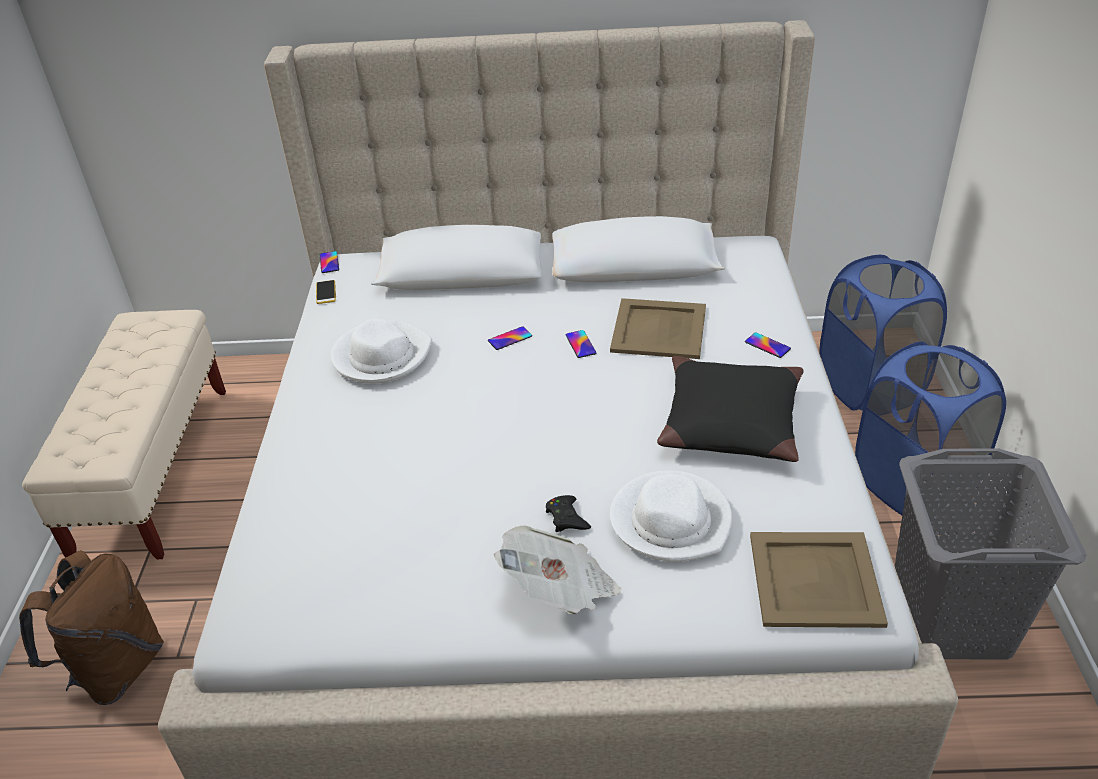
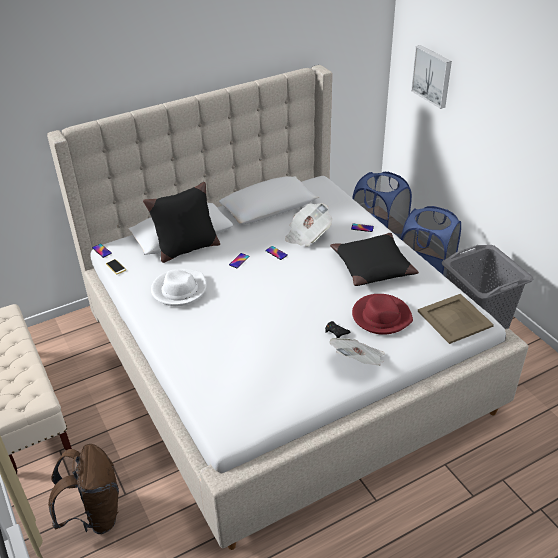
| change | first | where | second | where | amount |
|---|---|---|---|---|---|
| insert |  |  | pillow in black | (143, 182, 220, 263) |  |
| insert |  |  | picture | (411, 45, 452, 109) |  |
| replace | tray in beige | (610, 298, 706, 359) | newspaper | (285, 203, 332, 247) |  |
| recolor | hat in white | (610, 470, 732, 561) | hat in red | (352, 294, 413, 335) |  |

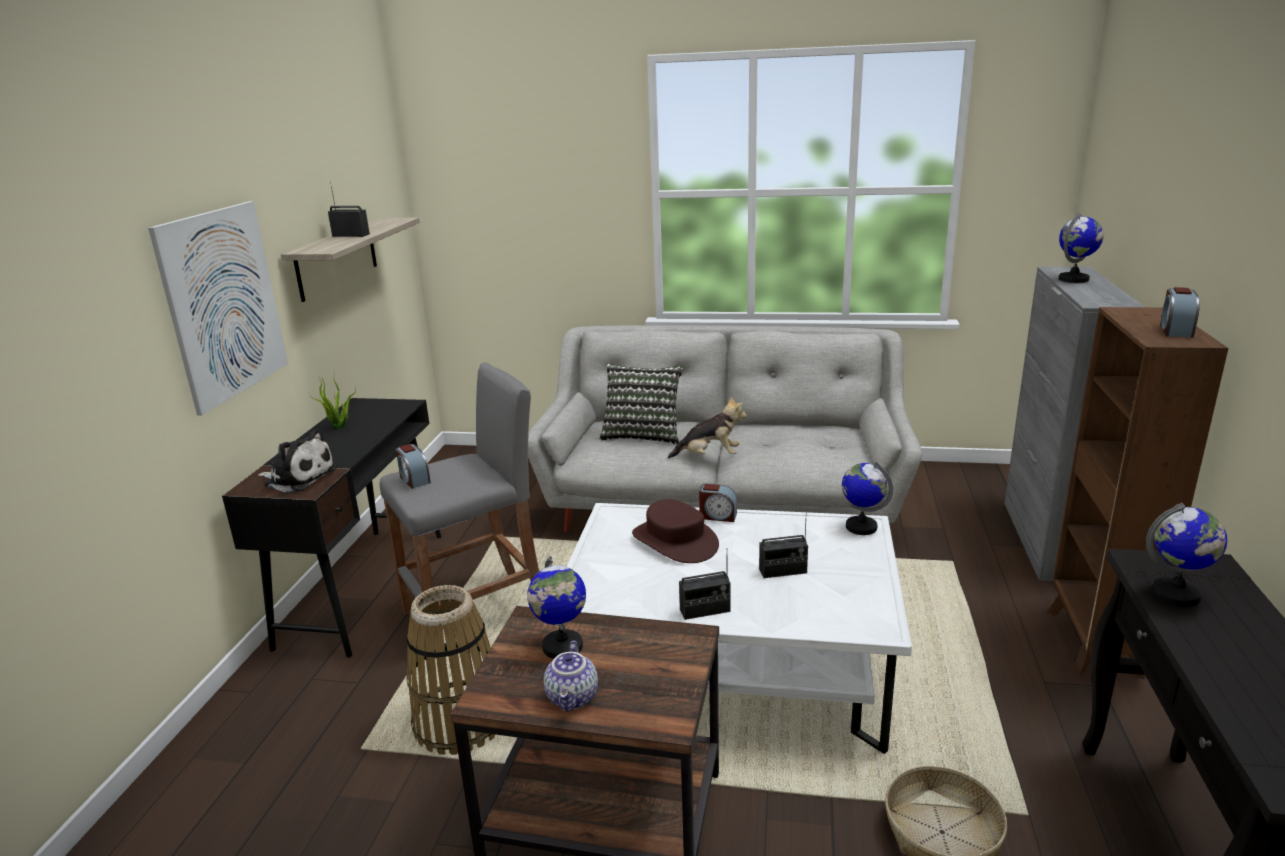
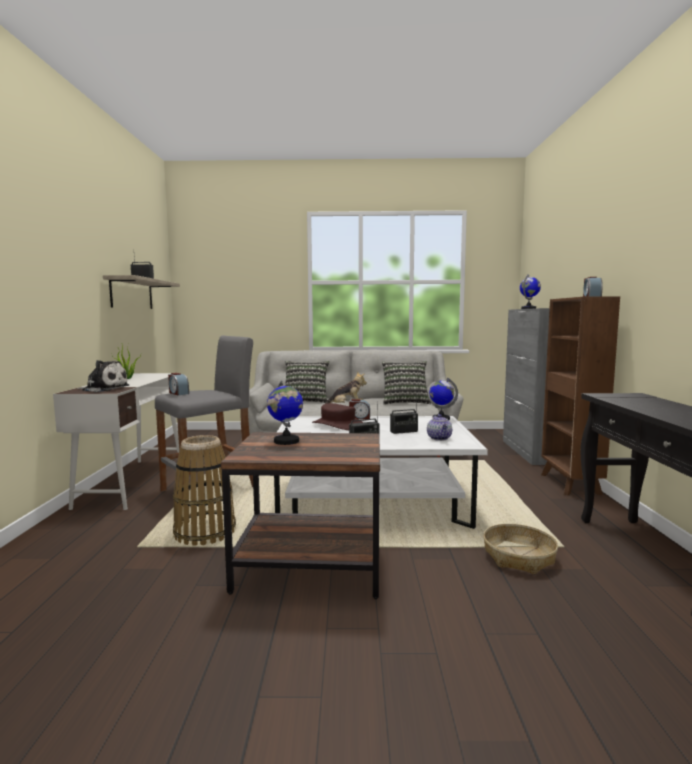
| change | first | where | second | where | amount |
|---|---|---|---|---|---|
| delete | picture | (148, 201, 288, 415) |  |  |  |
| delete | globe | (1146, 503, 1227, 607) |  |  |  |
| insert |  |  | pillow | (382, 361, 431, 405) |  |
| move | teapot | (544, 640, 598, 712) |  | (427, 414, 452, 441) |  |
| recolor | desk in black | (222, 398, 441, 658) | desk in white | (53, 373, 179, 510) |  |

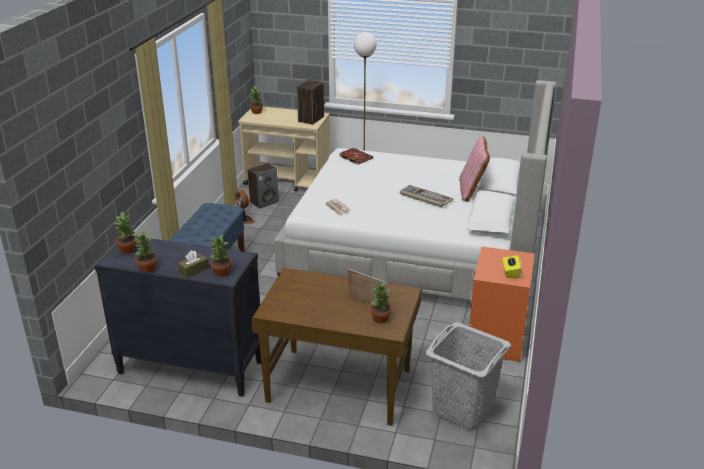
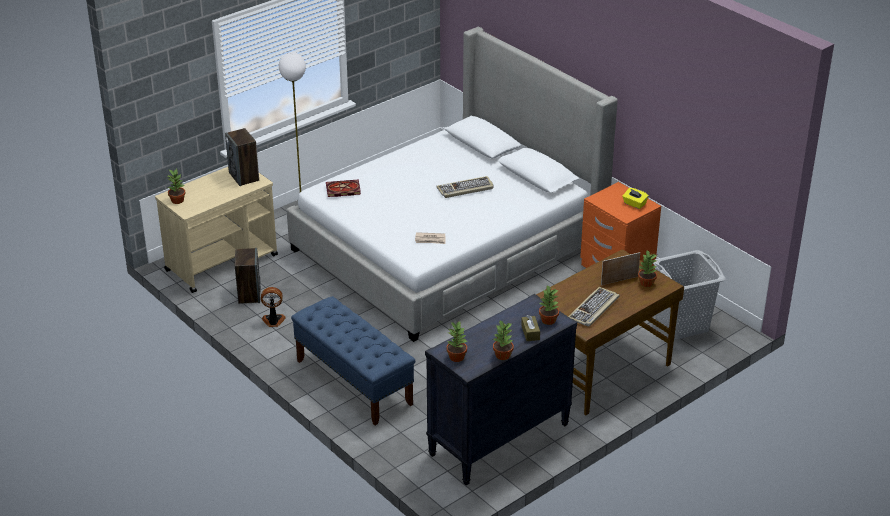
| change | first | where | second | where | amount |
|---|---|---|---|---|---|
| delete | pillow in pink | (459, 136, 490, 202) |  |  |  |
| insert |  |  | keyboard | (568, 287, 620, 327) |  |

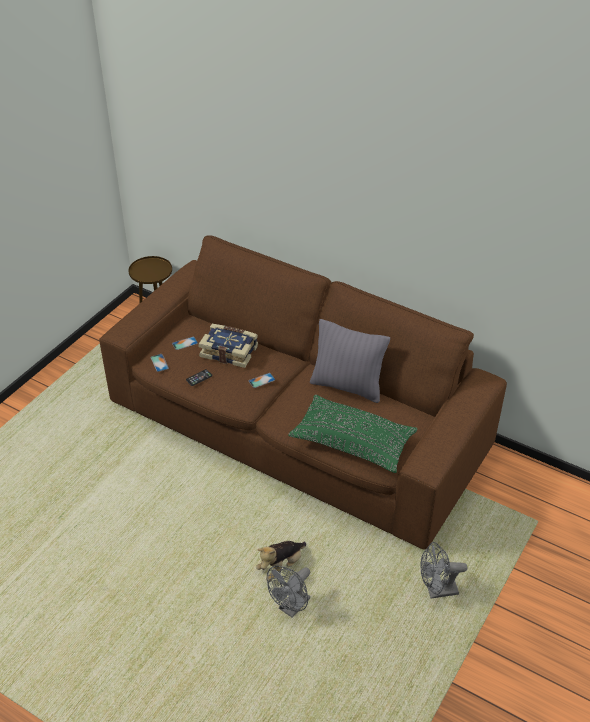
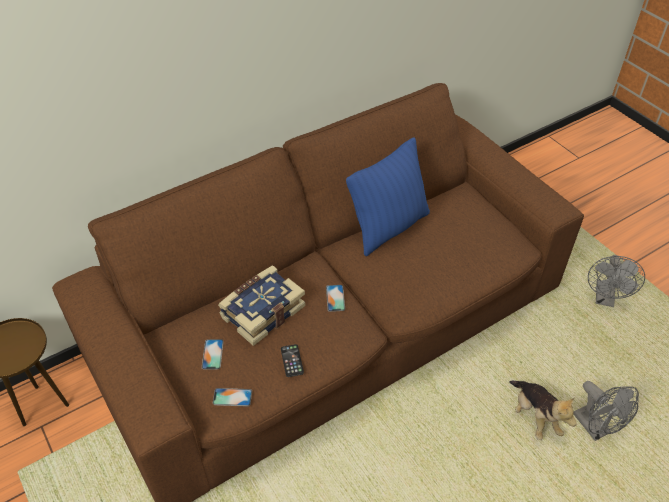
| change | first | where | second | where | amount |
|---|---|---|---|---|---|
| delete | pillow in green | (288, 394, 418, 473) |  |  |  |
| recolor | pillow in grey | (310, 319, 390, 403) | pillow in blue | (346, 137, 430, 256) |  |

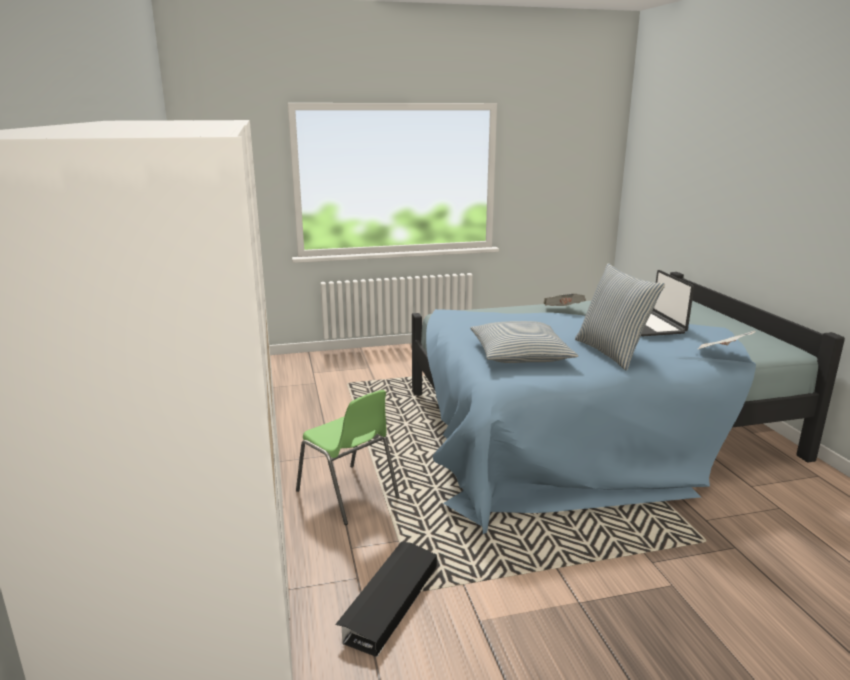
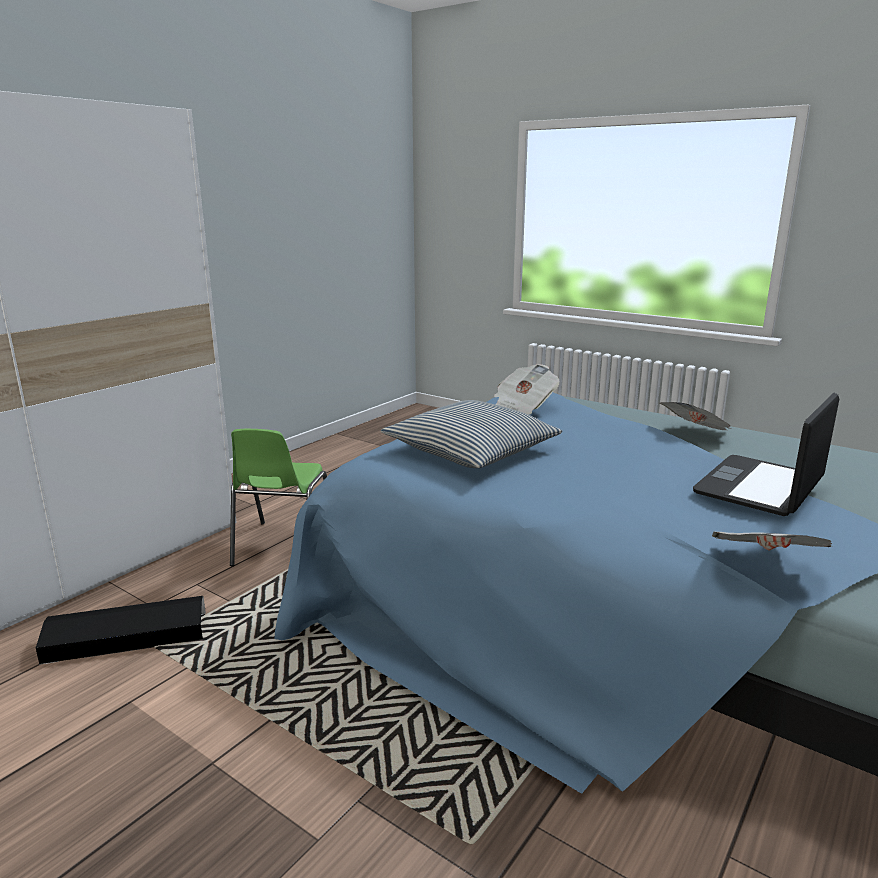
| change | first | where | second | where | amount |
|---|---|---|---|---|---|
| delete | pillow | (575, 263, 665, 371) |  |  |  |
| insert |  |  | newspaper | (494, 364, 559, 415) |  |

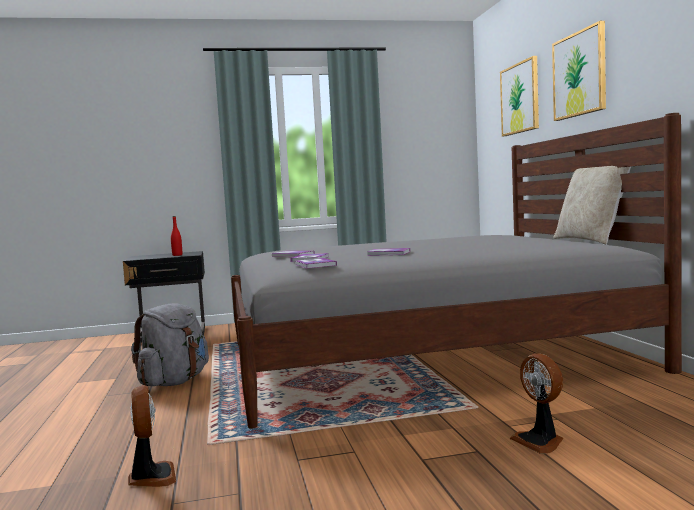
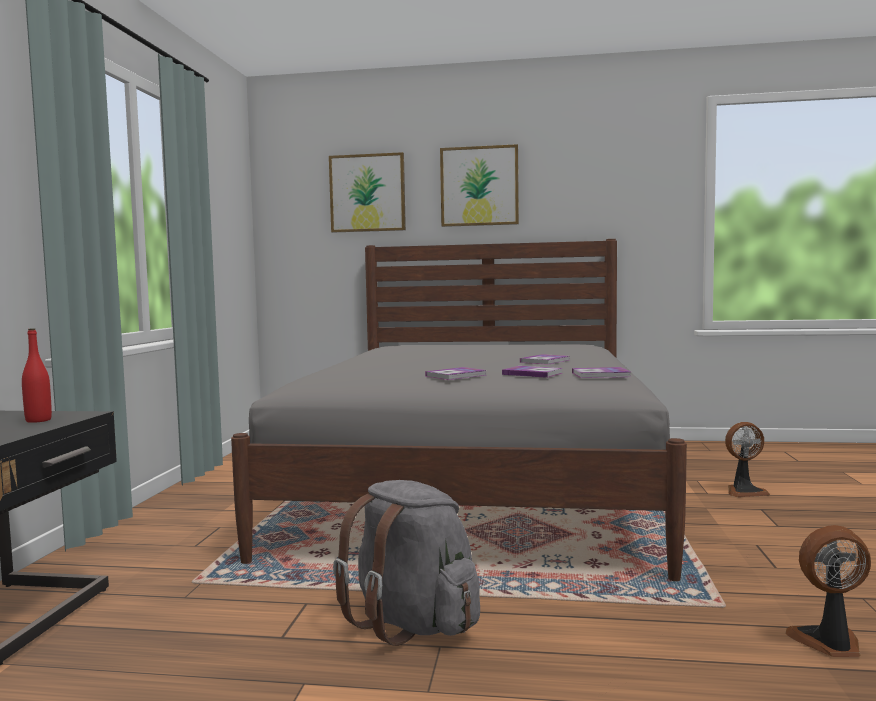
| change | first | where | second | where | amount |
|---|---|---|---|---|---|
| delete | pillow in beige | (554, 166, 631, 245) |  |  |  |

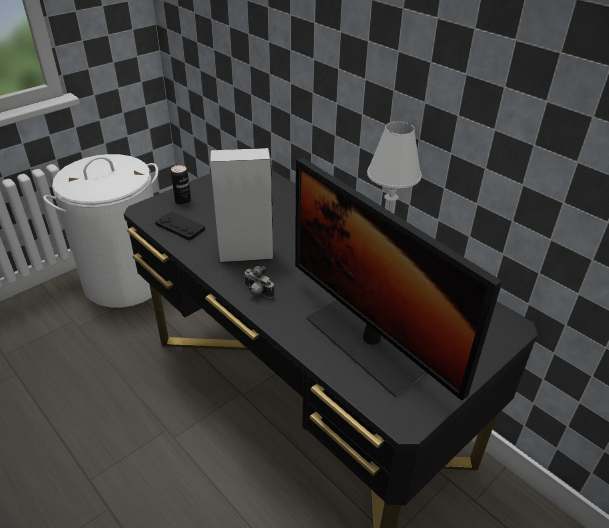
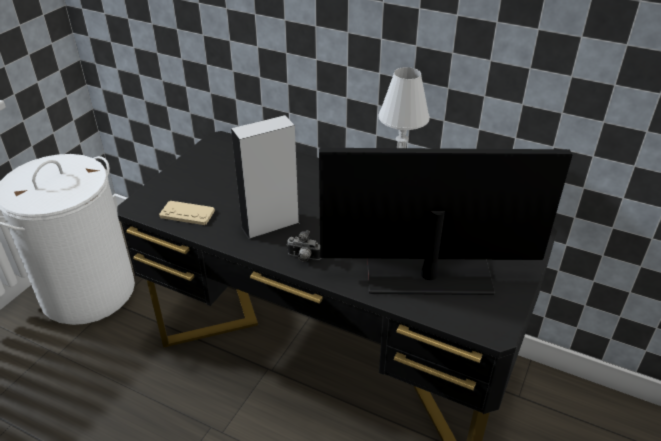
| change | first | where | second | where | amount |
|---|---|---|---|---|---|
| delete | can | (171, 165, 191, 205) |  |  |  |
| recolor | game controller in black | (155, 212, 205, 240) | game controller in beige | (159, 201, 215, 225) |  |
| rotate | monitor | (295, 158, 502, 401) |  | (319, 148, 572, 295) | 150 degrees clockwise |

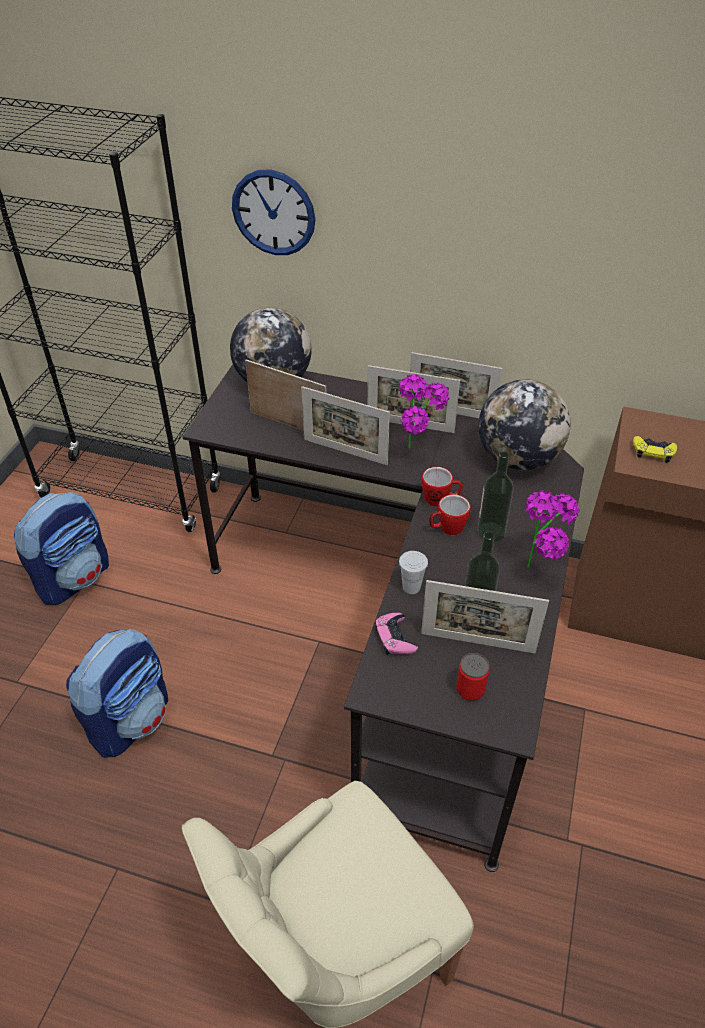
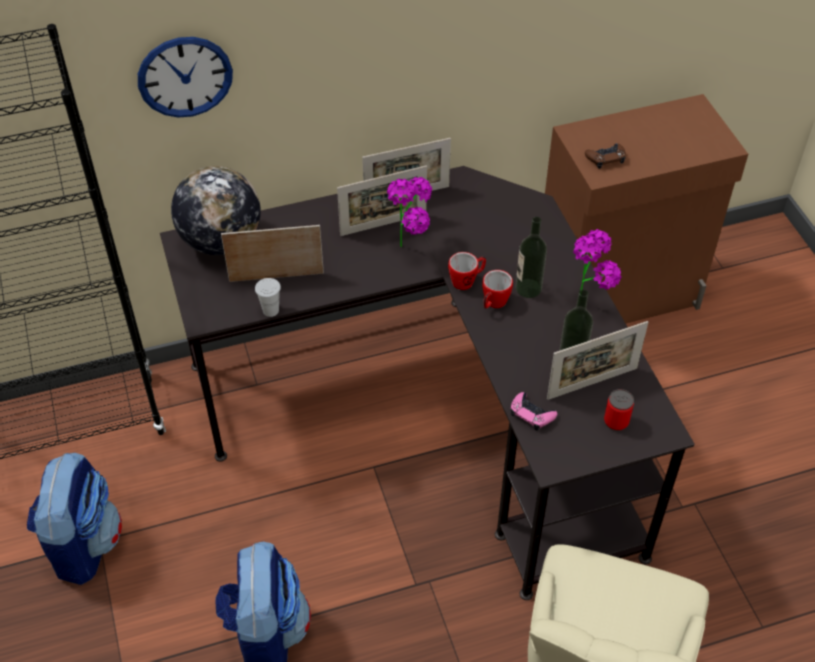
| change | first | where | second | where | amount |
|---|---|---|---|---|---|
| delete | picture frame | (301, 386, 390, 465) |  |  |  |
| delete | globe | (478, 379, 570, 471) |  |  |  |
| move | cup in white | (399, 551, 428, 594) |  | (255, 278, 281, 317) |  |
| recolor | game controller in yellow | (633, 436, 677, 463) | game controller in brown | (585, 143, 626, 169) |  |

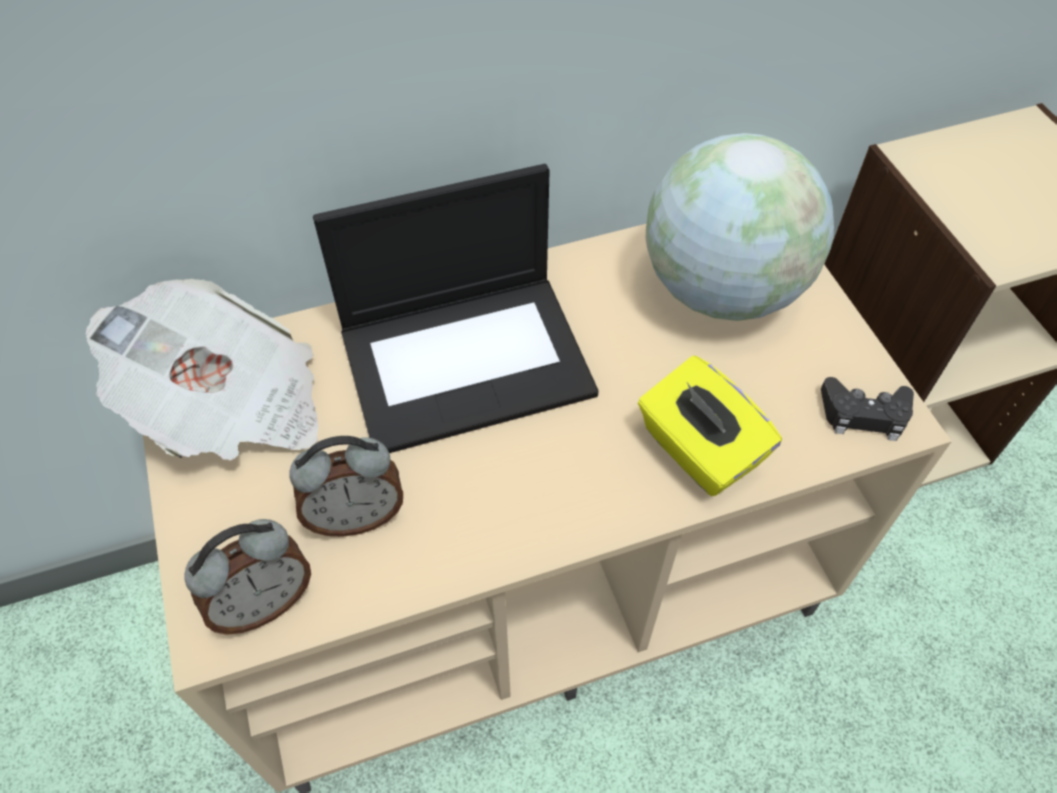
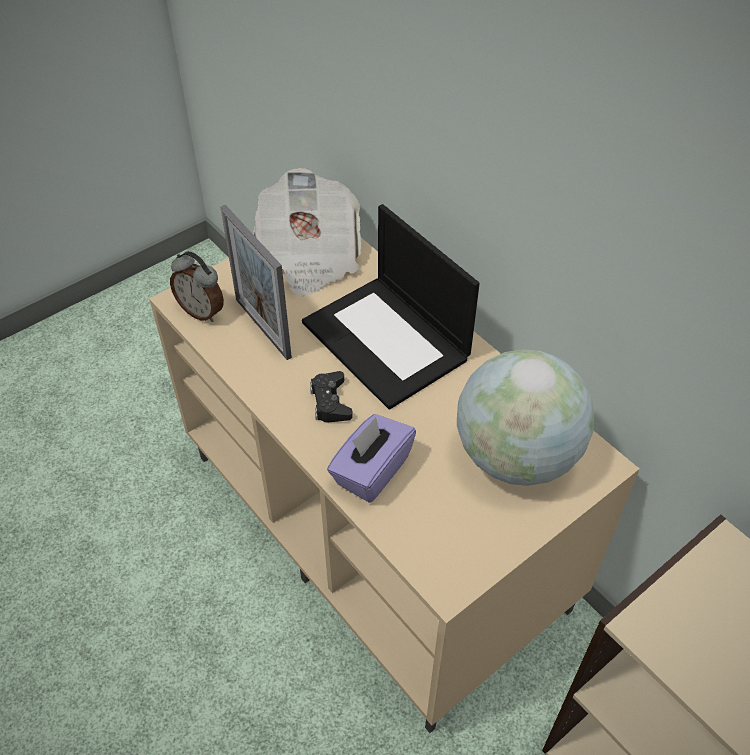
| change | first | where | second | where | amount |
|---|---|---|---|---|---|
| move | game controller in black | (821, 377, 914, 441) |  | (310, 371, 353, 423) |  |
| replace | alarm clock | (289, 436, 403, 537) | picture frame | (221, 205, 292, 360) |  |
| recolor | tissue box in yellow | (638, 356, 782, 496) | tissue box in purple | (327, 414, 416, 503) |  |

